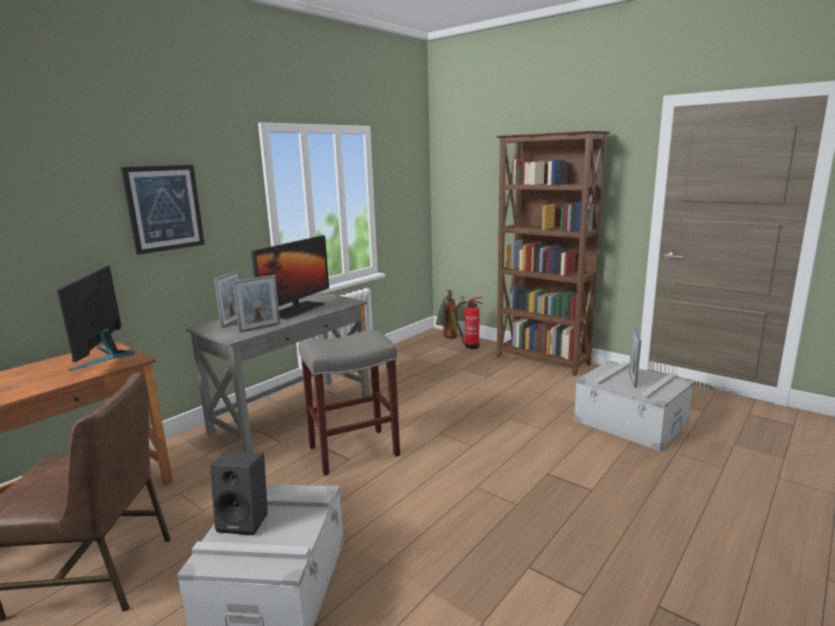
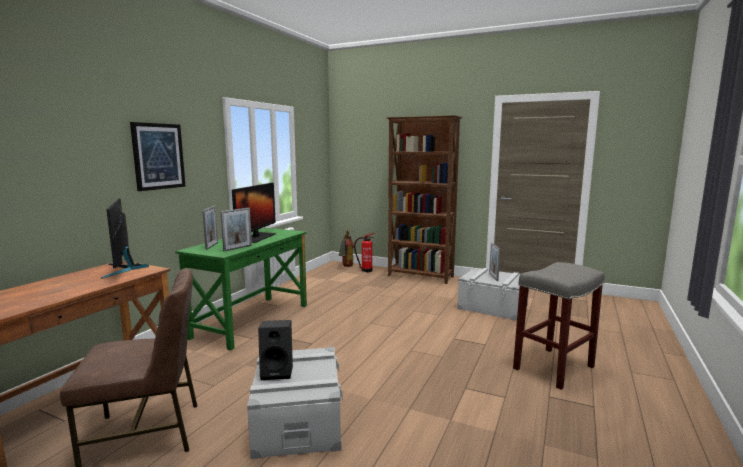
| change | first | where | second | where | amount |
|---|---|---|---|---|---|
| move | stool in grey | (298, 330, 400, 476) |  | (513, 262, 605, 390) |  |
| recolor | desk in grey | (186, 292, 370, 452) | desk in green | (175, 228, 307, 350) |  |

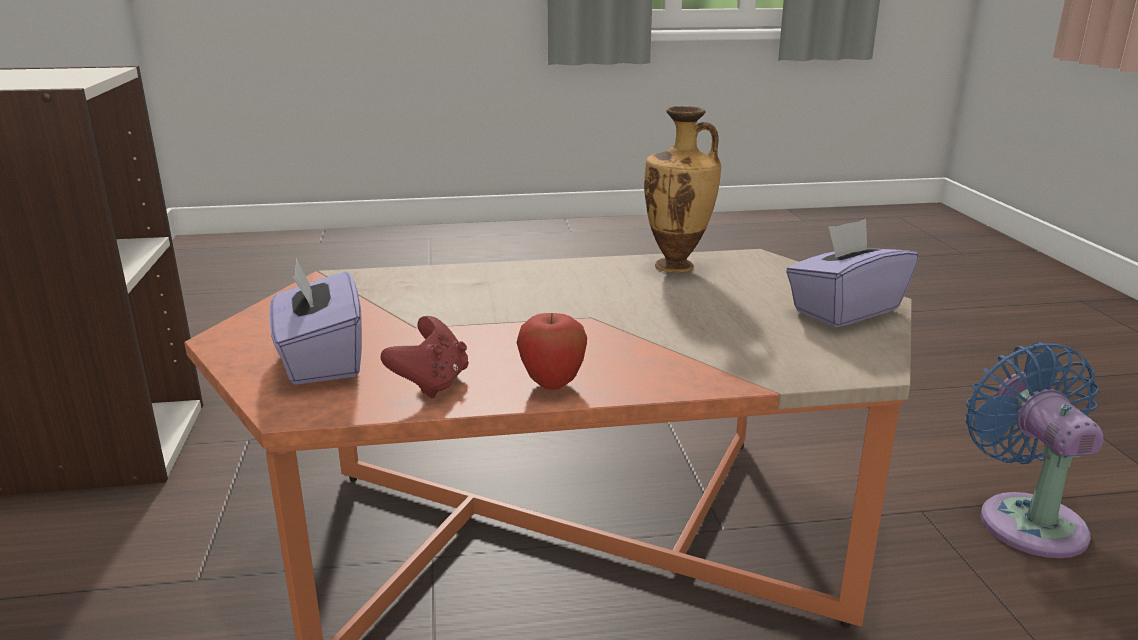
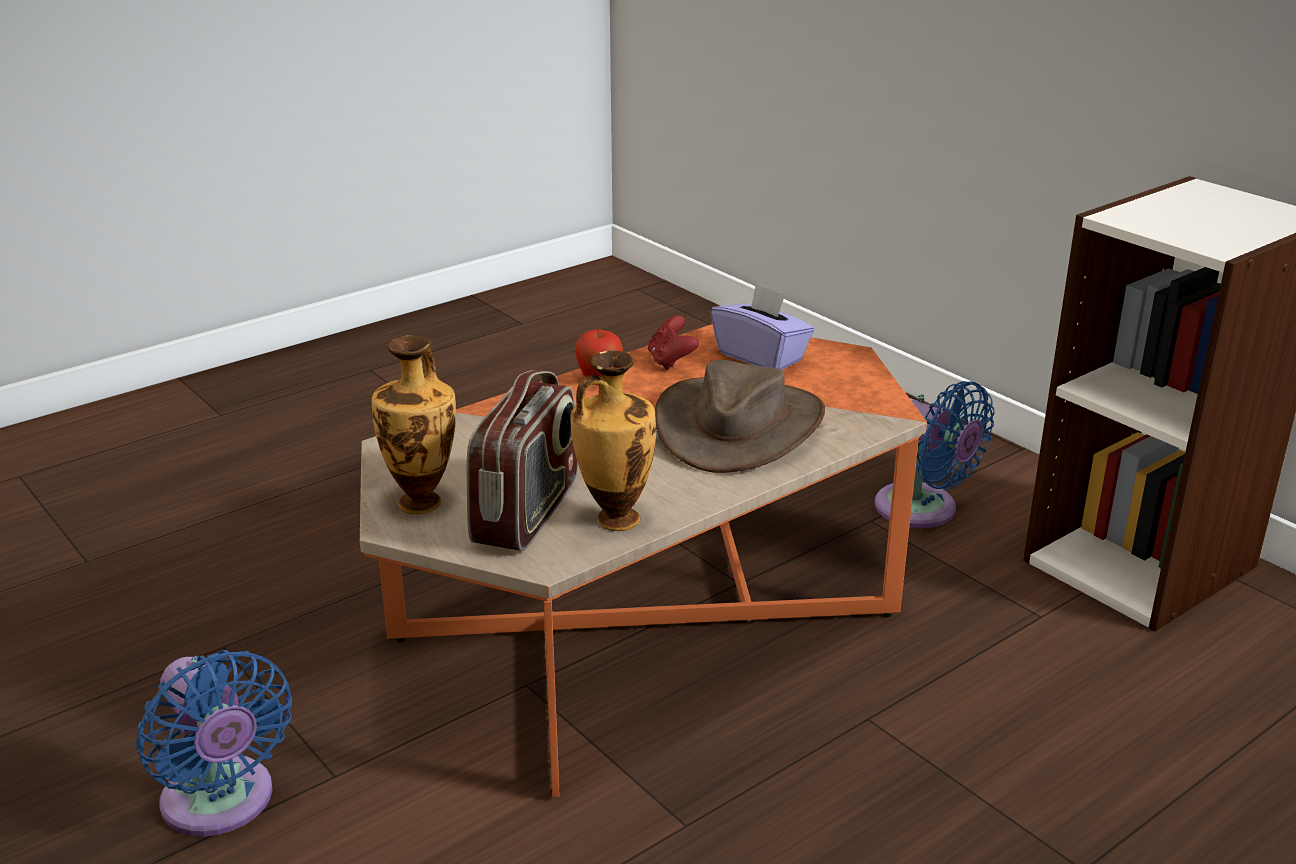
| change | first | where | second | where | amount |
|---|---|---|---|---|---|
| insert |  |  | radio | (466, 370, 578, 551) |  |
| insert |  |  | hat in brown | (655, 360, 825, 473) |  |
| insert |  |  | fan in blue | (875, 381, 994, 528) |  |
| replace | tissue box in purple | (786, 219, 919, 327) | vase | (371, 335, 456, 514) |  |

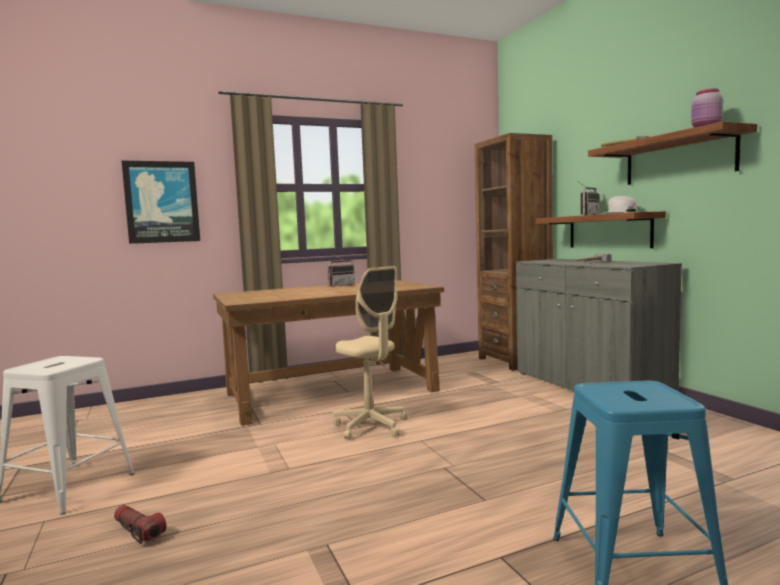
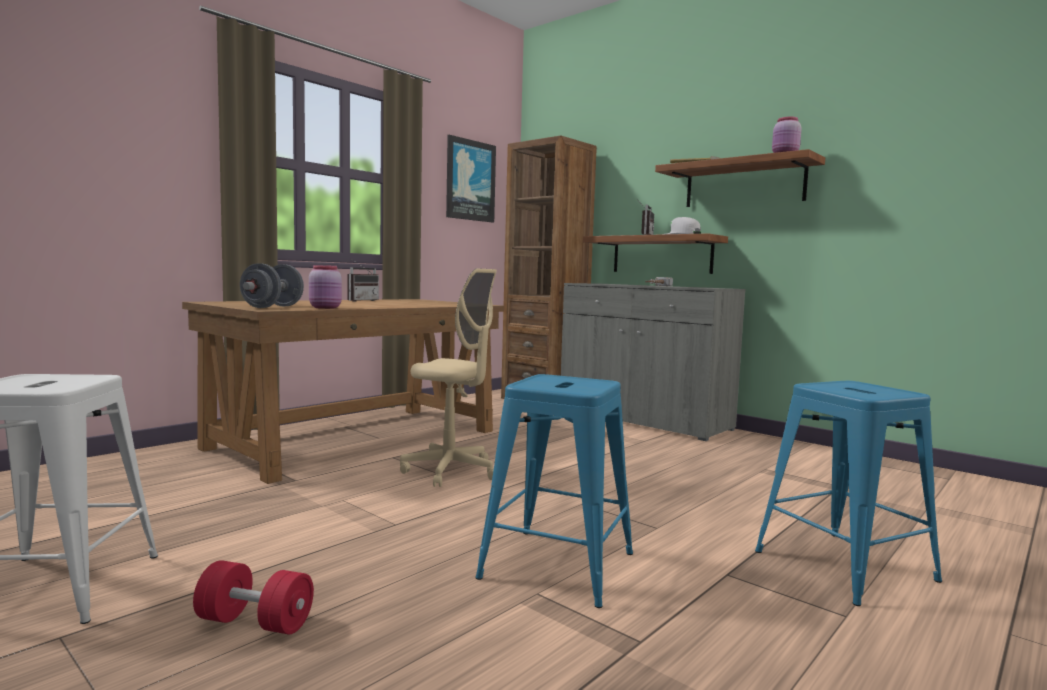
| change | first | where | second | where | amount |
|---|---|---|---|---|---|
| insert |  |  | dumbbell in grey | (240, 263, 304, 308) |  |
| insert |  |  | jar in pink | (309, 265, 342, 309) |  |
| insert |  |  | stool in blue | (475, 374, 633, 608) |  |
| move | picture | (122, 161, 200, 244) |  | (446, 135, 496, 223) |  |
| replace | flashlight | (114, 505, 166, 544) | dumbbell in red | (193, 560, 314, 634) |  |

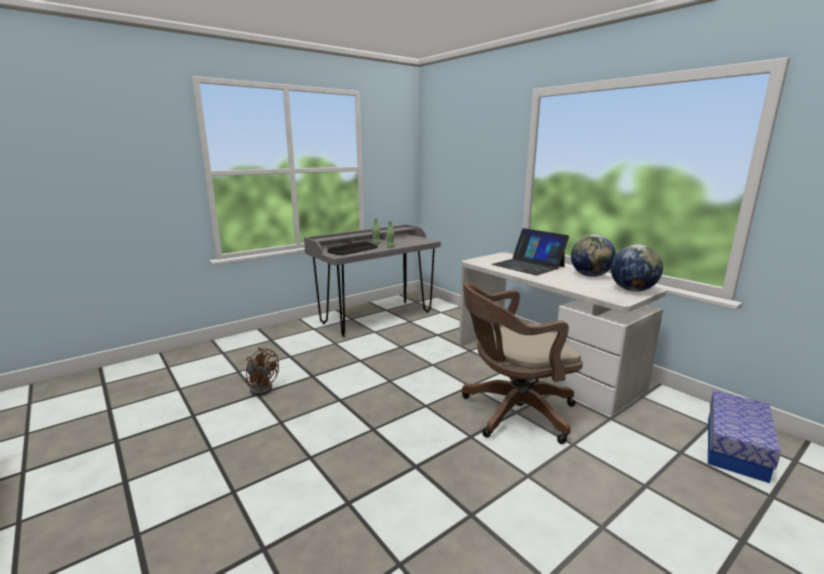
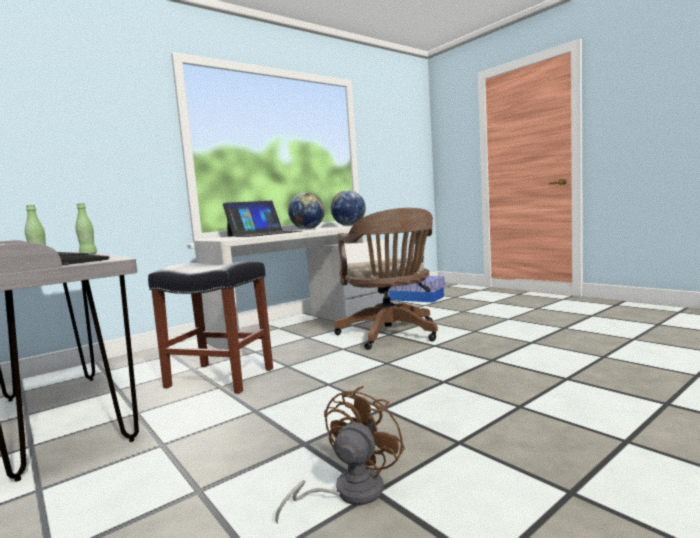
| change | first | where | second | where | amount |
|---|---|---|---|---|---|
| insert |  |  | stool in black | (148, 261, 273, 394) |  |

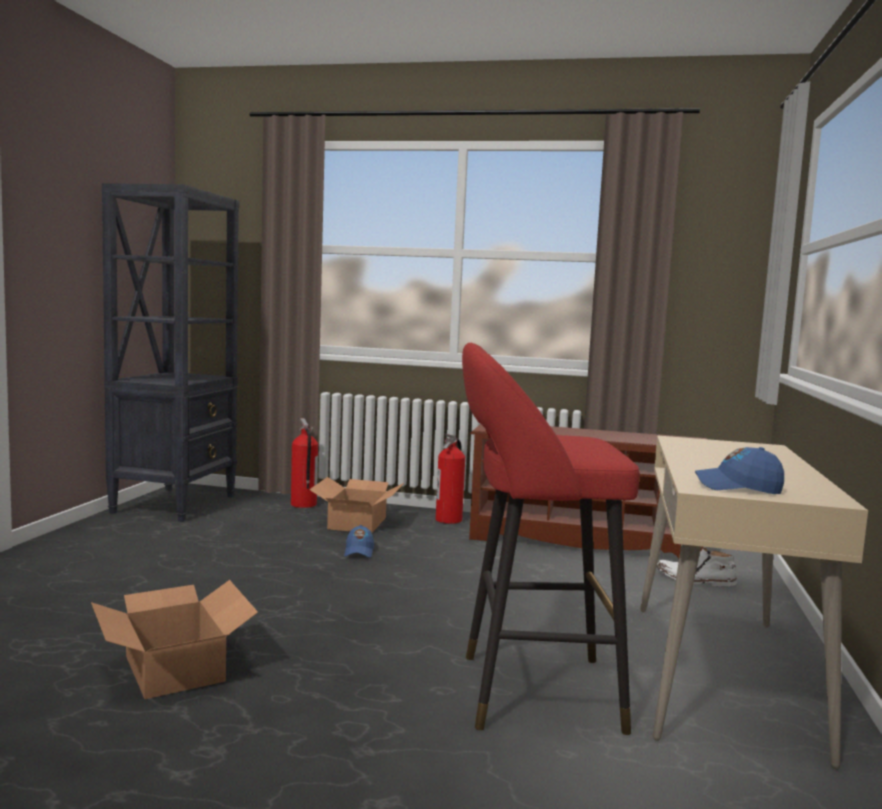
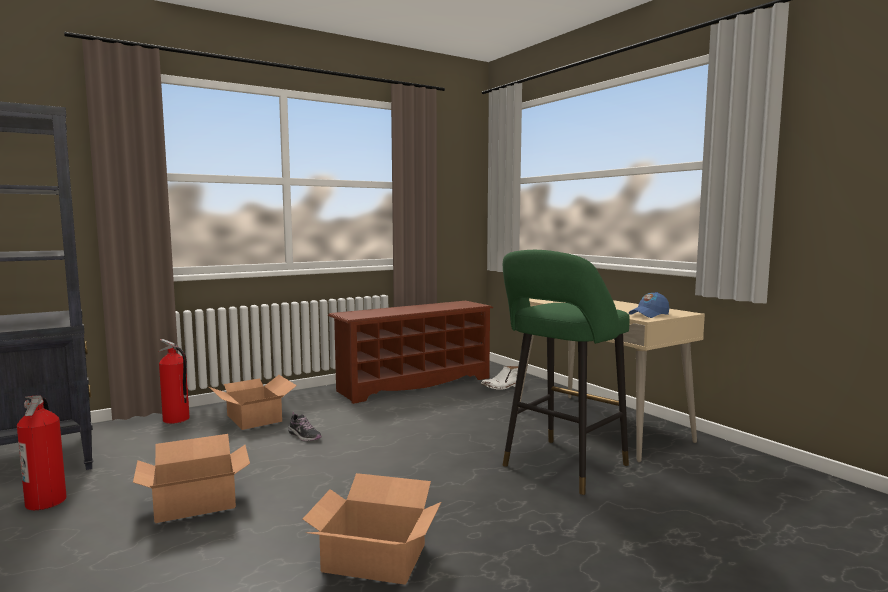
| change | first | where | second | where | amount |
|---|---|---|---|---|---|
| insert |  |  | cardboard box | (133, 434, 250, 523) |  |
| move | fire extinguisher | (436, 434, 465, 524) |  | (17, 395, 67, 510) |  |
| replace | cap in blue | (344, 525, 374, 558) | shoe | (288, 412, 322, 441) |  |
| recolor | stool in red | (462, 343, 639, 735) | stool in green | (503, 250, 630, 495) |  |

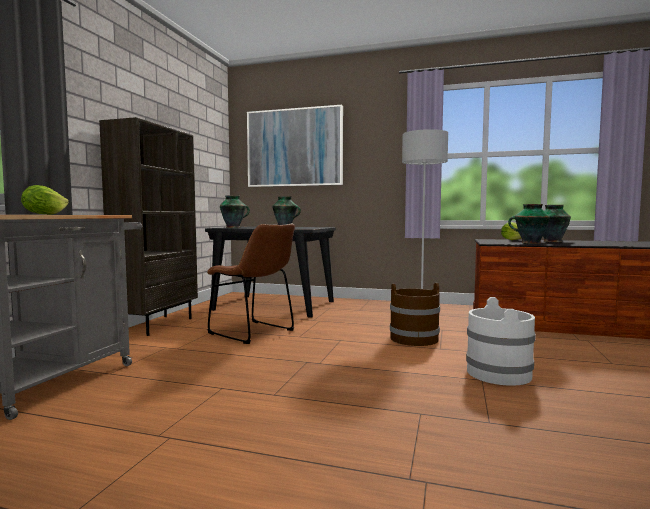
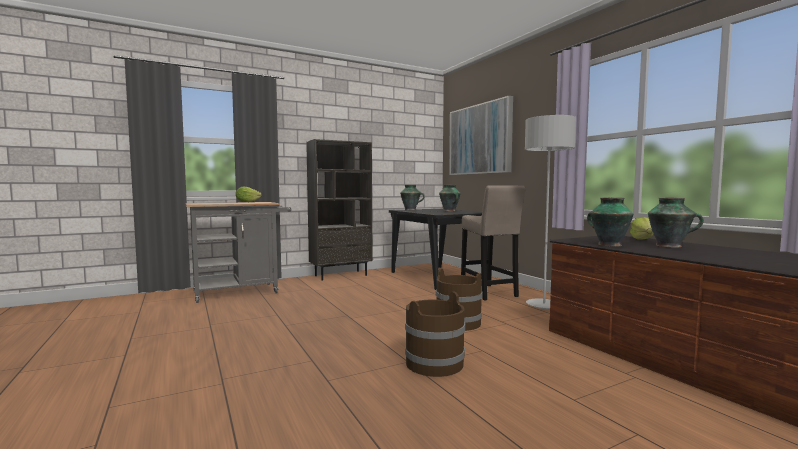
| change | first | where | second | where | amount |
|---|---|---|---|---|---|
| delete | chair in brown | (207, 224, 295, 344) |  |  |  |
| insert |  |  | stool in beige | (461, 185, 526, 301) |  |
| recolor | bucket in white | (466, 297, 536, 386) | bucket in brown | (405, 291, 465, 377) |  |

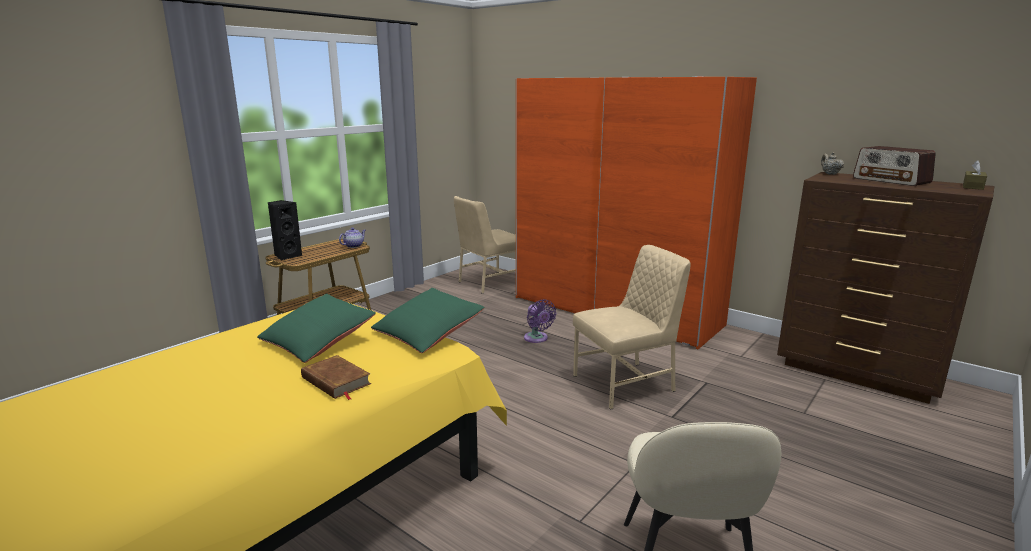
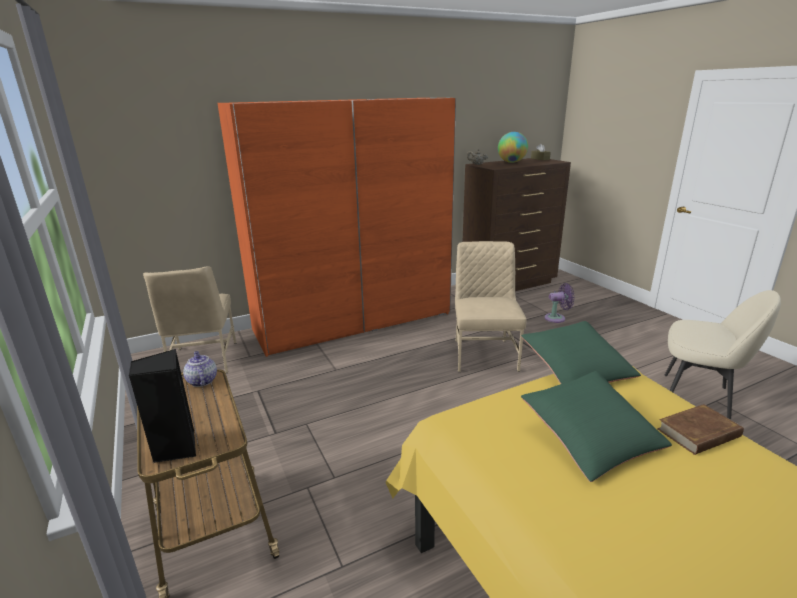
| change | first | where | second | where | amount |
|---|---|---|---|---|---|
| move | fan in purple | (524, 299, 556, 343) |  | (545, 283, 575, 323) |  |
| replace | radio | (853, 146, 936, 186) | globe | (498, 132, 528, 163) |  |

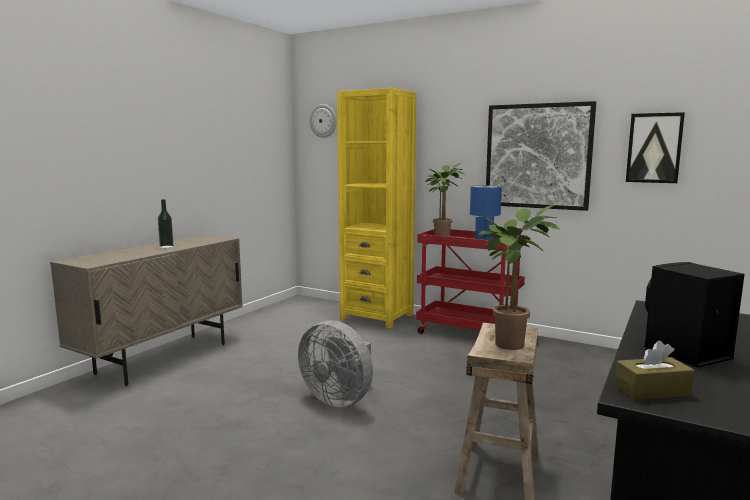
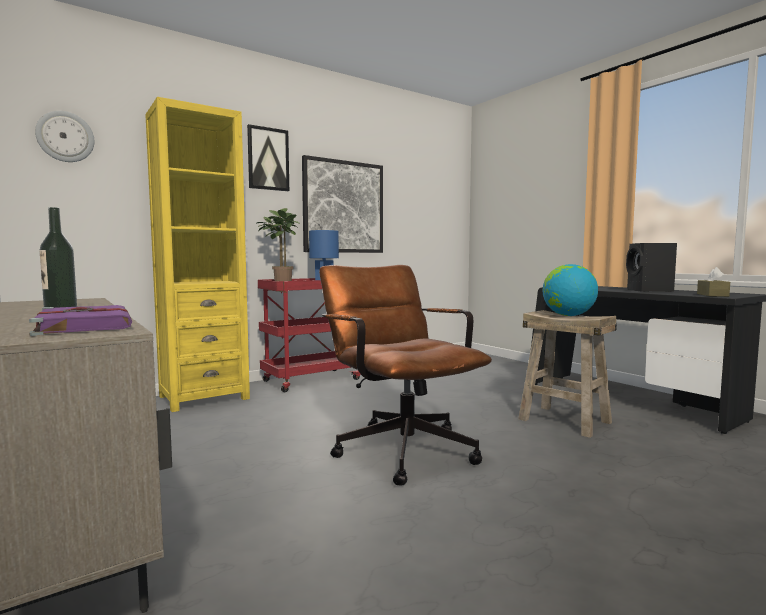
| change | first | where | second | where | amount |
|---|---|---|---|---|---|
| insert |  |  | book in purple | (29, 305, 132, 336) |  |
| move | picture | (626, 112, 685, 183) |  | (247, 124, 289, 191) |  |
| replace | fan in grey | (298, 320, 373, 407) | office chair in brown | (319, 265, 492, 486) |  |
| replace | potted plant | (479, 205, 560, 350) | globe | (542, 264, 598, 316) |  |

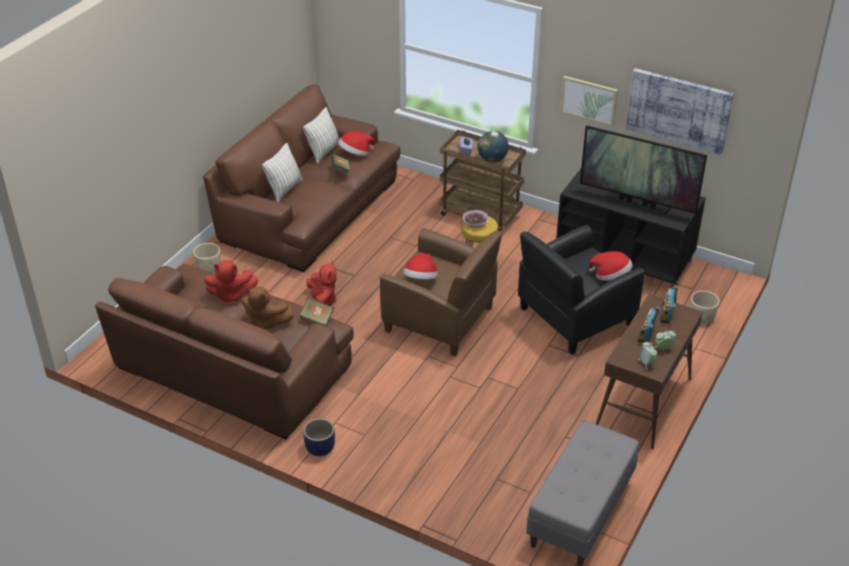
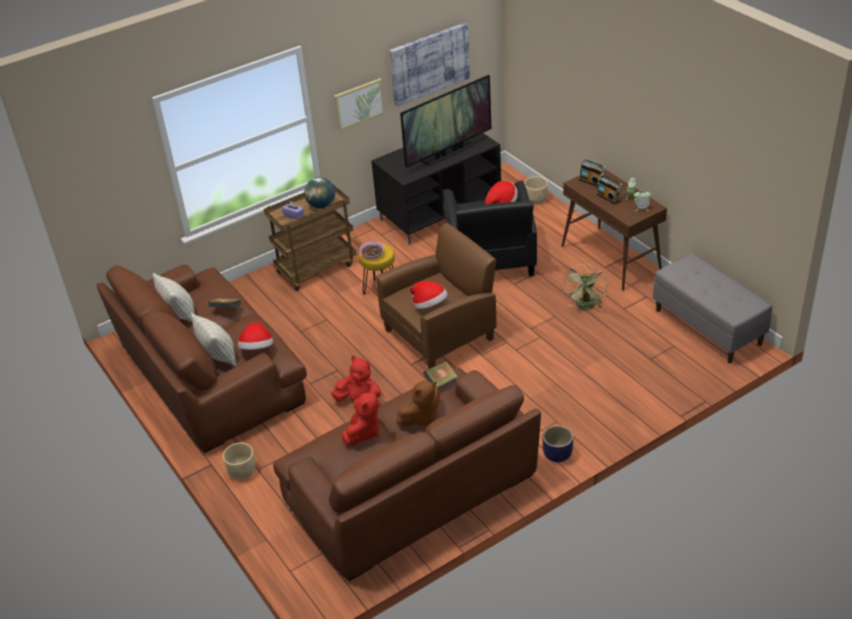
| change | first | where | second | where | amount |
|---|---|---|---|---|---|
| insert |  |  | fan in green | (564, 264, 607, 310) |  |
| move | hat | (338, 131, 375, 156) |  | (238, 322, 273, 350) |  |

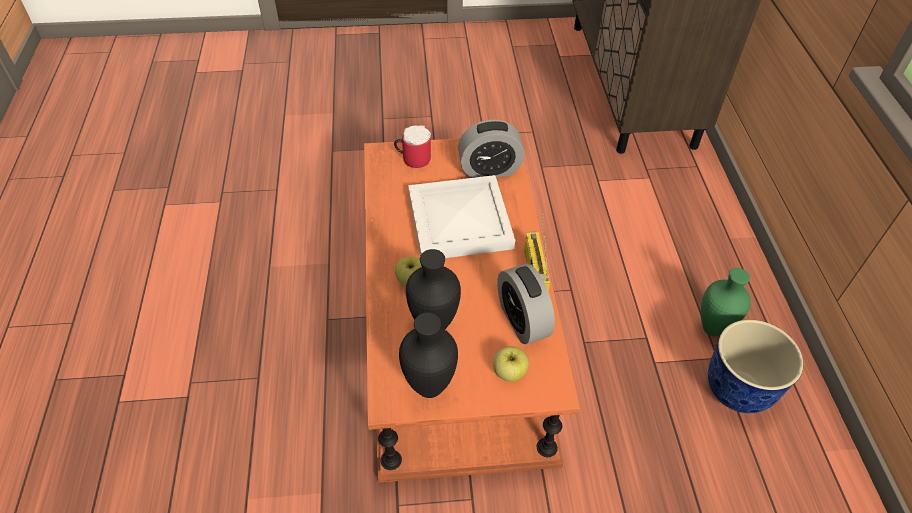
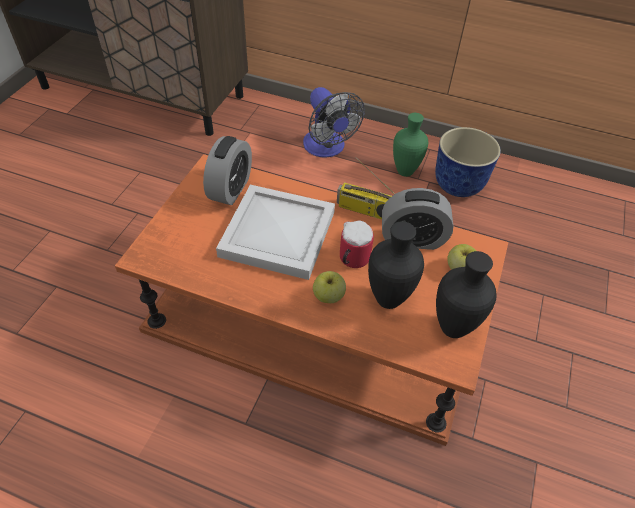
| change | first | where | second | where | amount |
|---|---|---|---|---|---|
| insert |  |  | fan | (303, 87, 365, 158) |  |
| move | mug | (394, 125, 431, 168) |  | (340, 220, 374, 268) |  |

